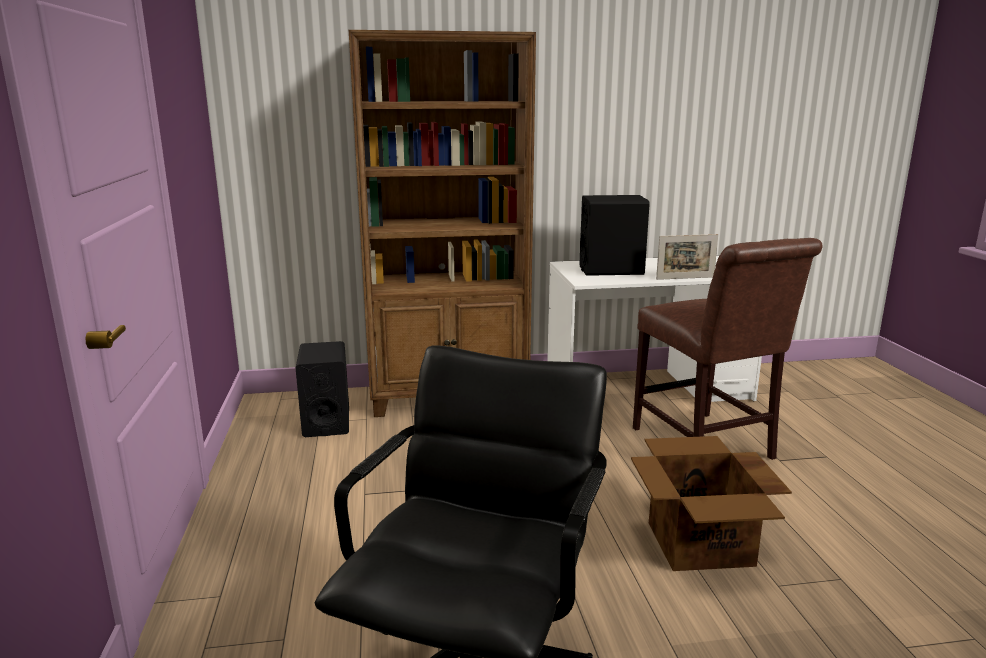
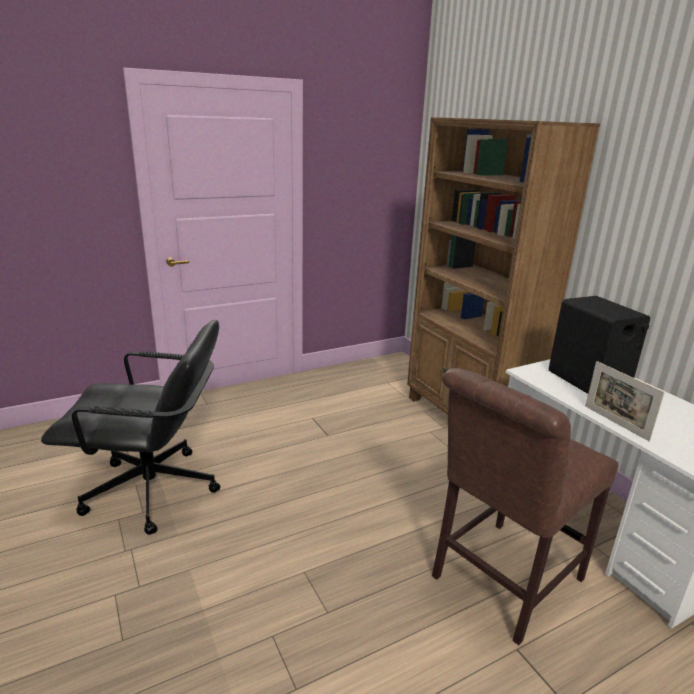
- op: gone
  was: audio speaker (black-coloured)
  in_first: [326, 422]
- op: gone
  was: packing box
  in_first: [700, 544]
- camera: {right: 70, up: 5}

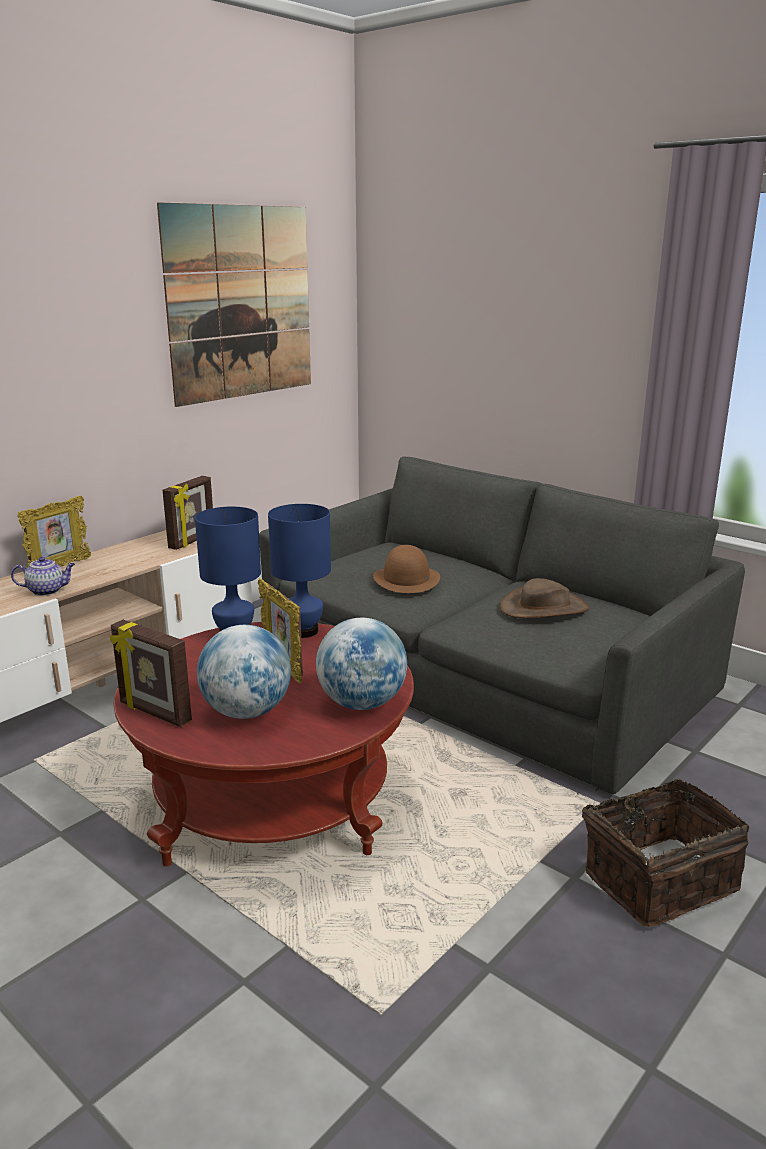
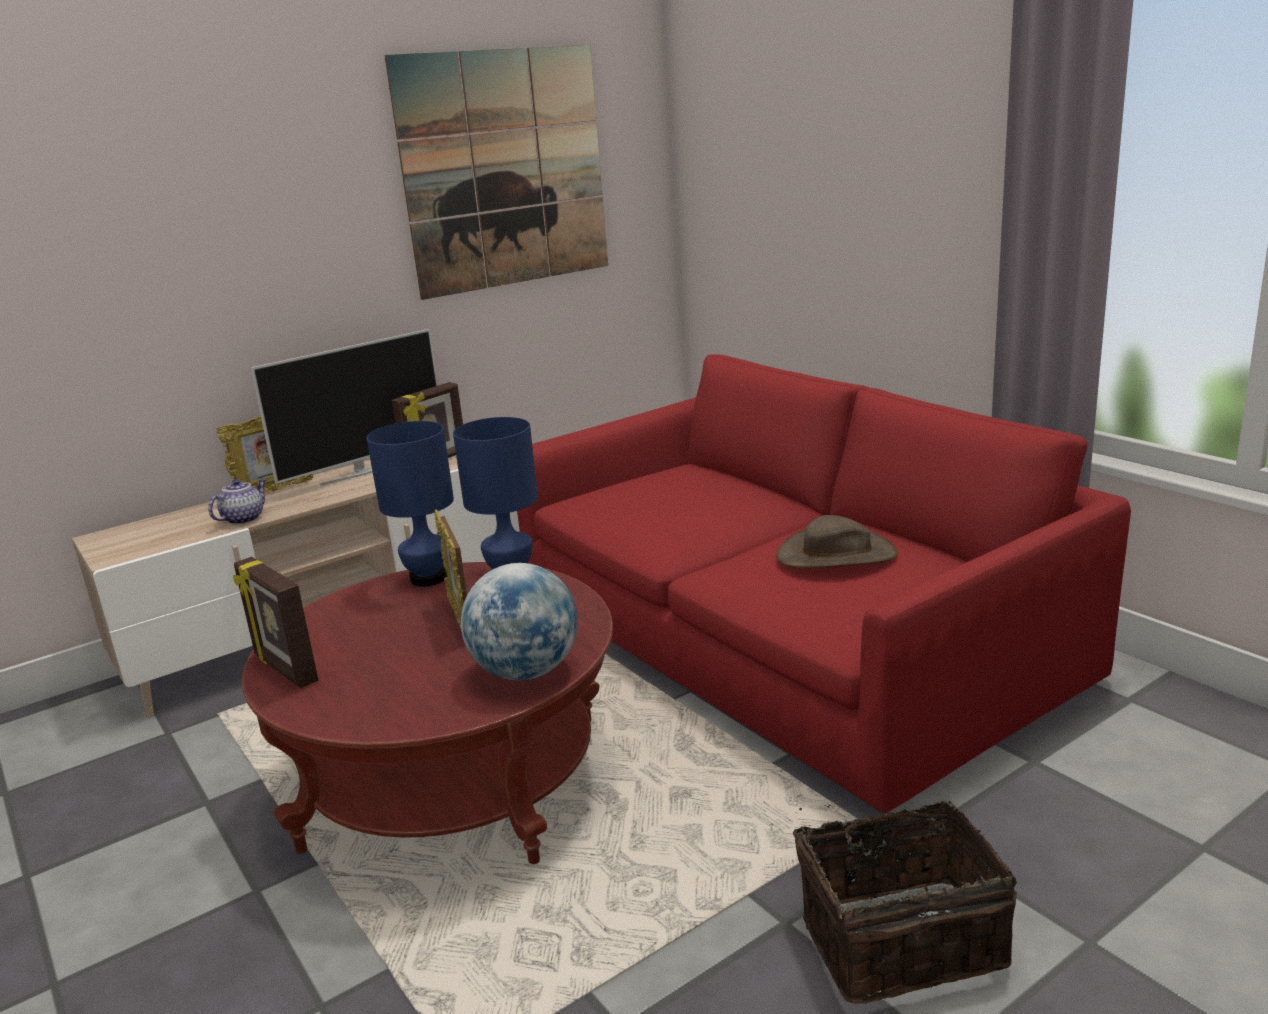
- op: rotated
  was: teapot
  in_first: [47, 590]
  in_second: [244, 518]
  clockwise: -60
- op: new
  now: television
  in_second: [363, 472]
- op: repainted
  was: settee (greyish)
  now: settee (red-coloured)
  in_first: [485, 671]
  in_second: [787, 634]
- op: gone
  was: desk globe
  in_first: [247, 712]
- op: gone
  was: clothing hat (brown-coloured)
  in_first: [406, 579]
- camera: {right: 15, up: 0}

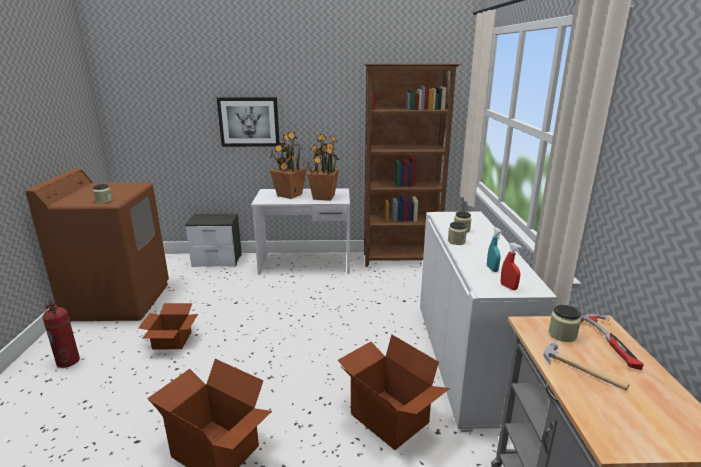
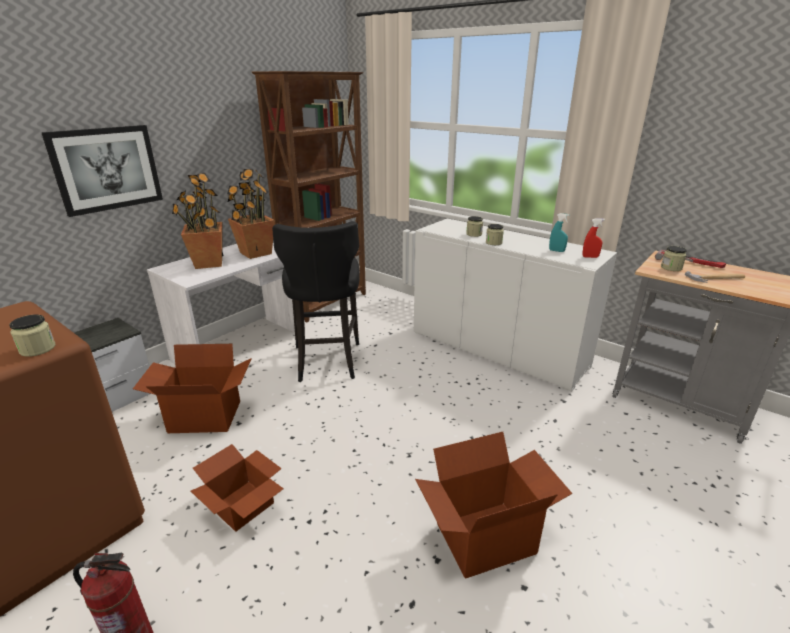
- op: shifted
  was: packing box
  in_first: [388, 419]
  in_second: [204, 417]
- op: new
  now: stool (black-coloured)
  in_second: [326, 362]
- camera: {right: -50, up: 5}

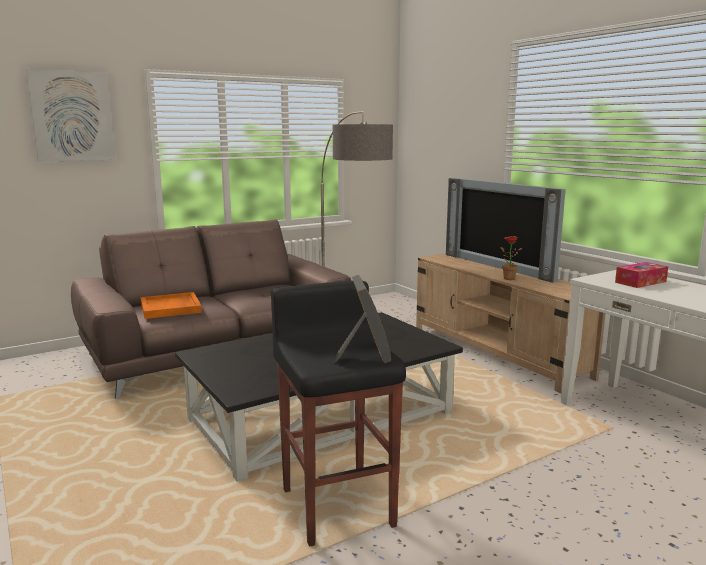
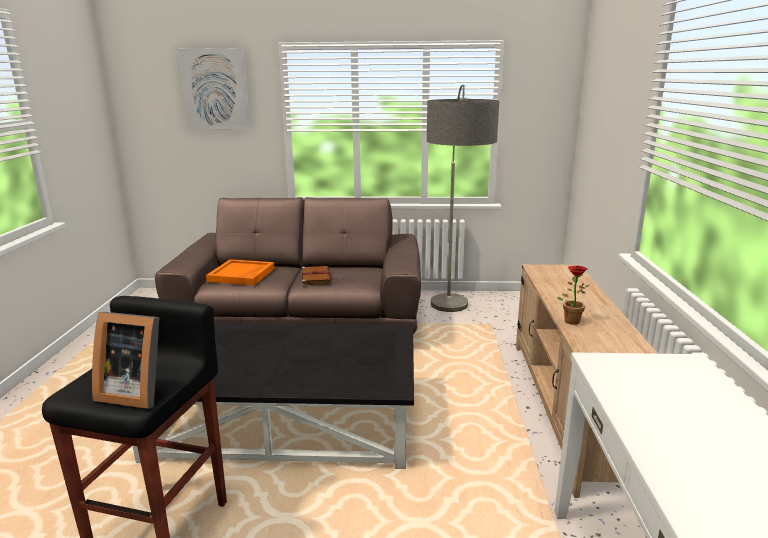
- op: rotated
  was: picture frame
  in_first: [364, 354]
  in_second: [135, 392]
  clockwise: 75
- op: new
  now: book (brown-coloured)
  in_second: [315, 277]
- op: gone
  was: television
  in_first: [500, 266]
- op: gone
  was: tissue box
  in_first: [640, 282]
- camera: {right: 35, up: 5}

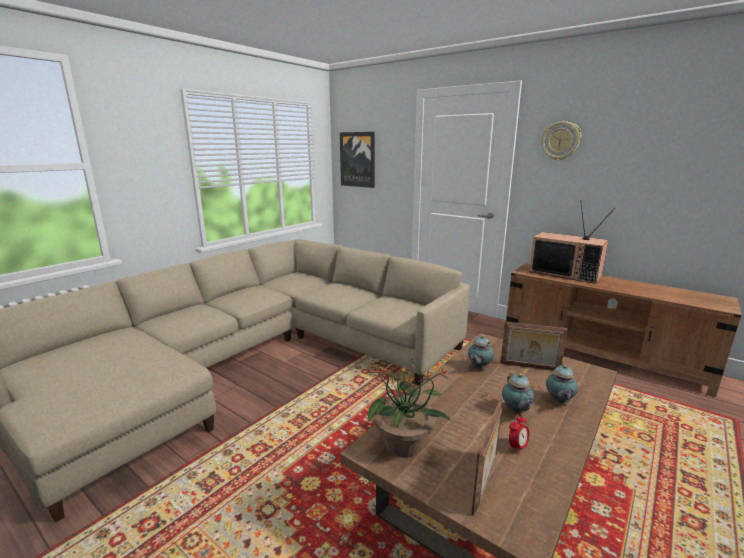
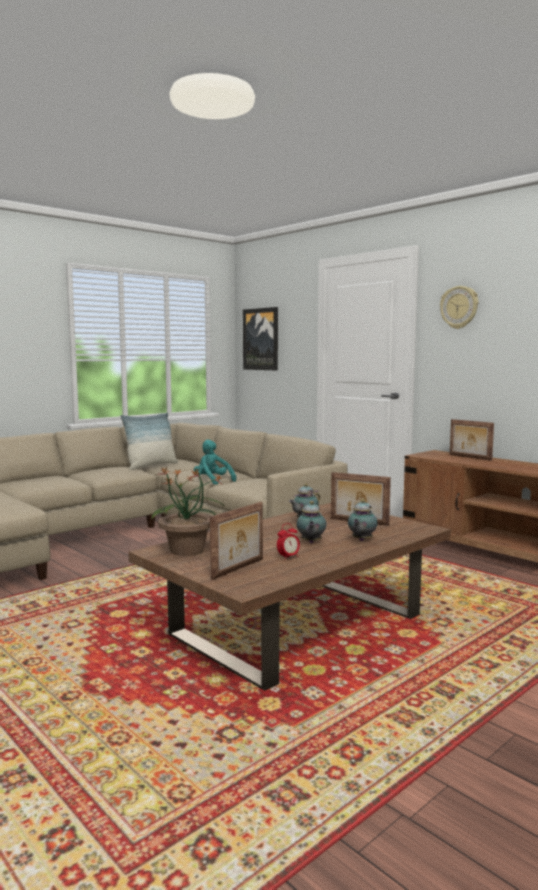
- op: new
  now: cushion
  in_second: [151, 466]
- op: new
  now: cuddly toy (turquoise)
  in_second: [212, 481]
- op: swapped
  was: television
  now: picture frame
  in_first: [566, 273]
  in_second: [469, 457]
- camera: {right: 10, up: -10}

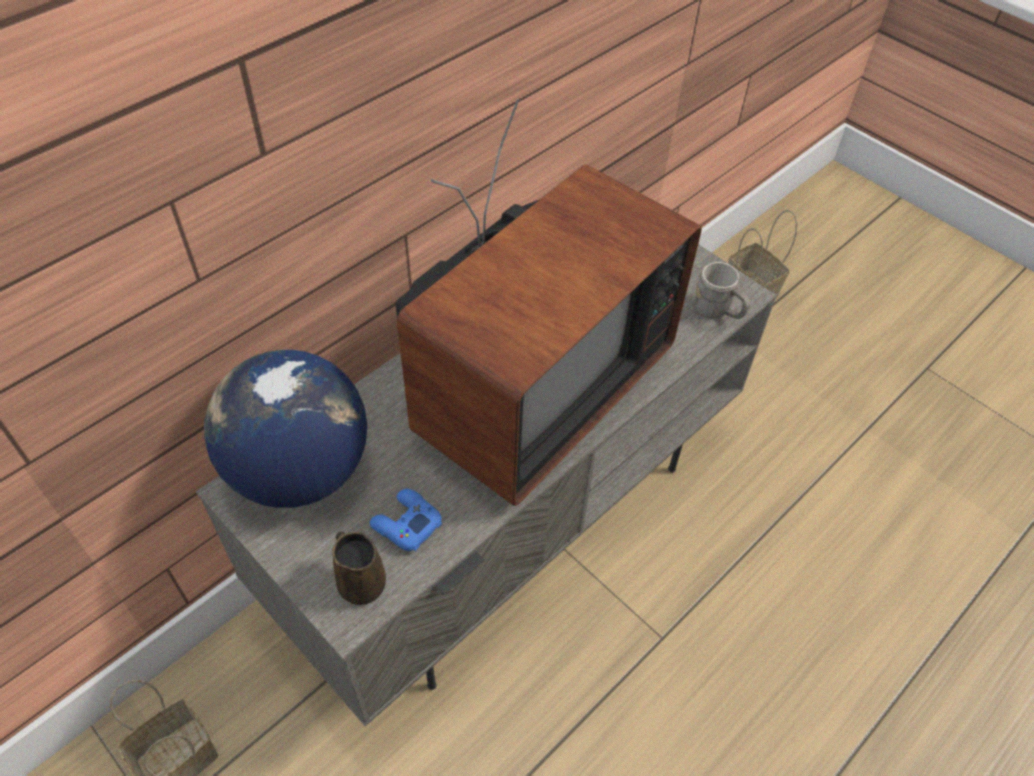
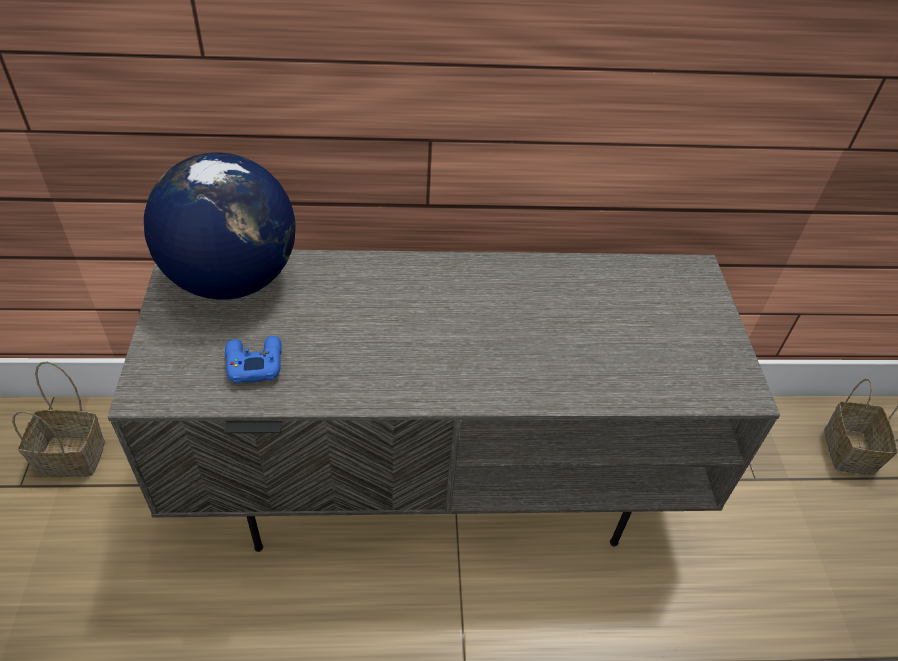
- op: gone
  was: tea mug (brown-coloured)
  in_first: [361, 583]
- op: gone
  was: television
  in_first: [528, 388]
- op: gone
  was: tea mug (greyish)
  in_first: [718, 312]
- camera: {right: 40, up: -5}

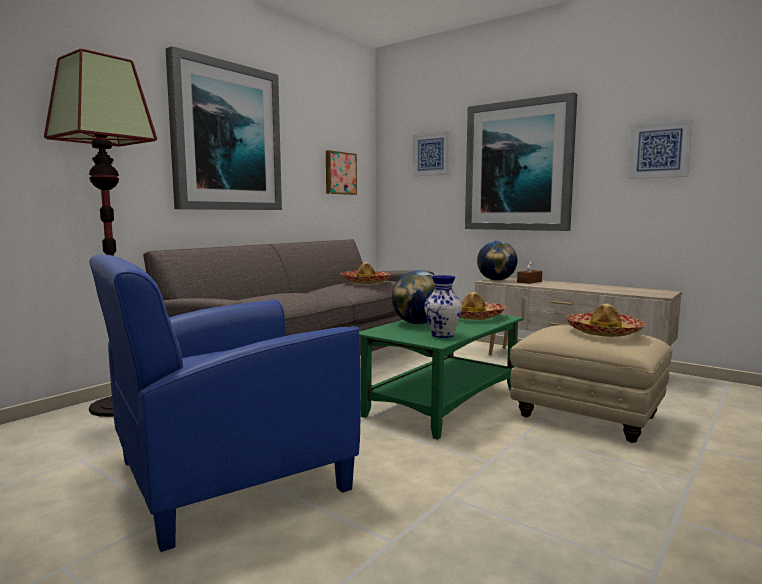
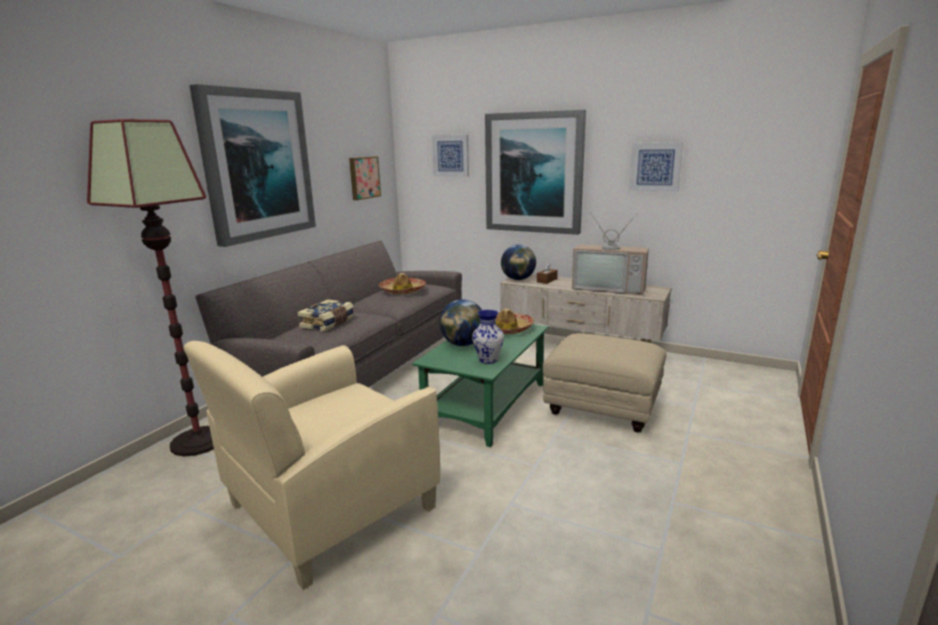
- op: repainted
  was: easy chair (blue)
  now: easy chair (beige-coloured)
  in_first: [228, 475]
  in_second: [329, 507]
- op: new
  now: book
  in_second: [328, 323]
- op: new
  now: television
  in_second: [609, 288]
- op: gone
  was: clothing hat
  in_first: [604, 332]
- camera: {right: -10, up: 10}

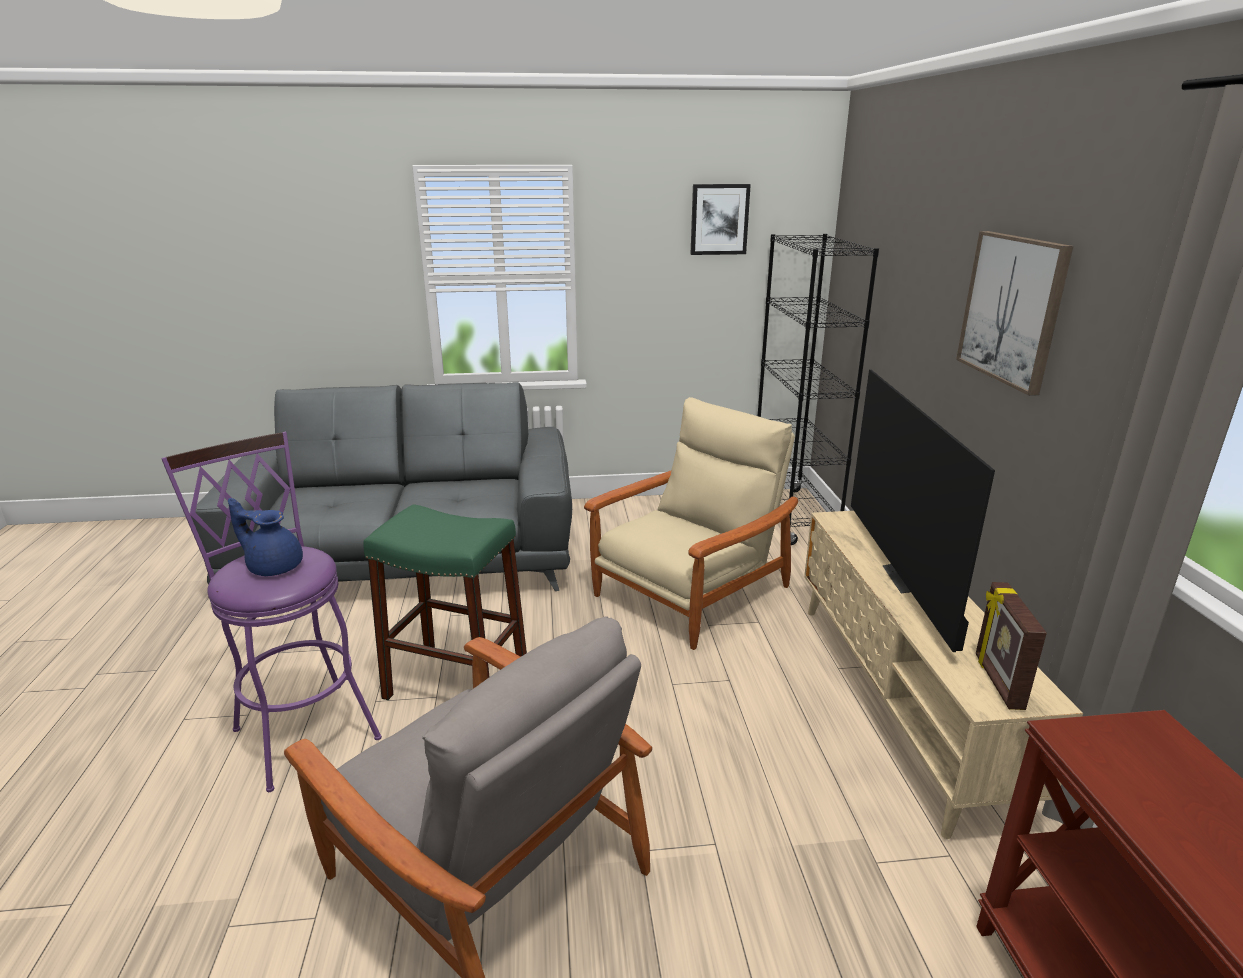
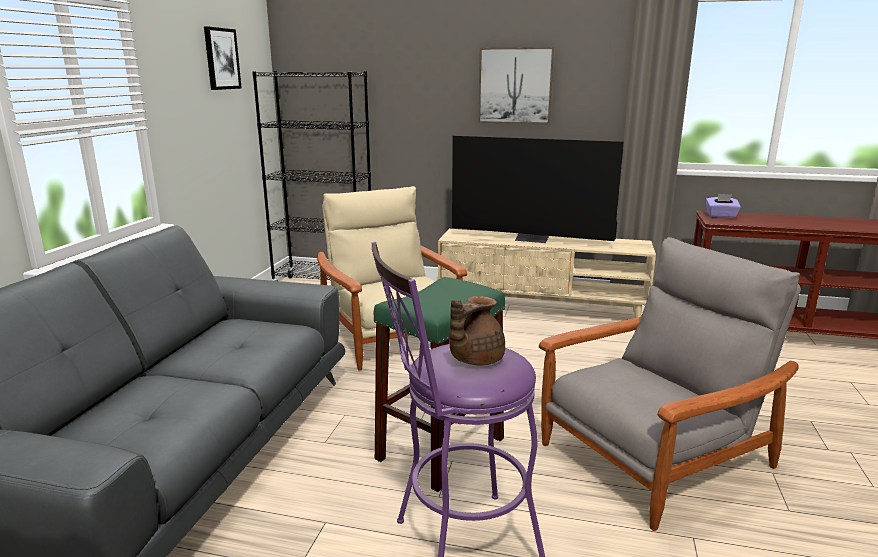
- op: repainted
  was: teapot (blue)
  now: teapot (brown-coloured)
  in_first: [274, 566]
  in_second: [474, 359]
- op: new
  now: tissue box (purple)
  in_second: [721, 216]
- op: gone
  was: picture frame
  in_first: [997, 681]
- camera: {right: -70, up: -5}

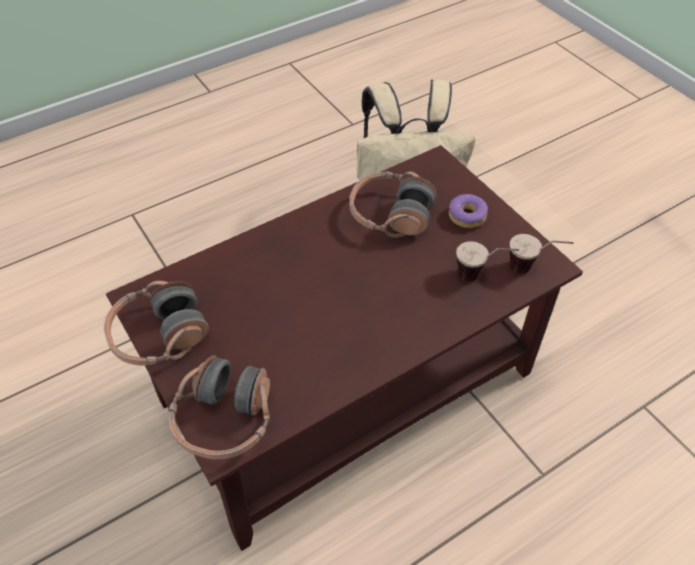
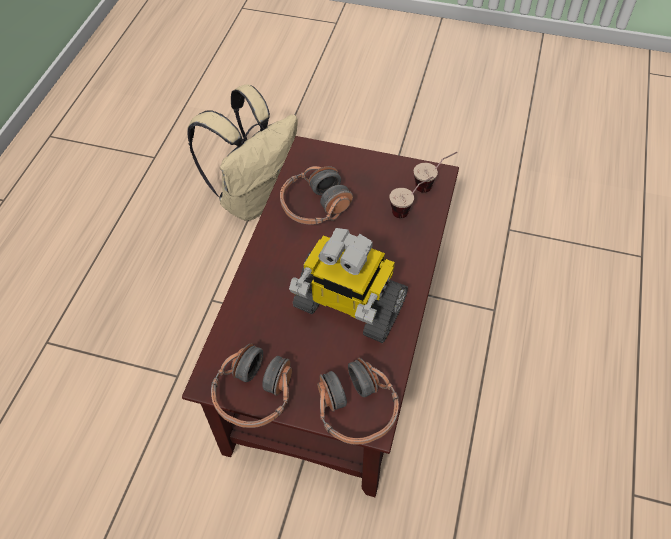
- op: new
  now: model robot
  in_second: [348, 305]
- op: gone
  was: donut
  in_first: [467, 216]
- camera: {right: -40, up: 5}

